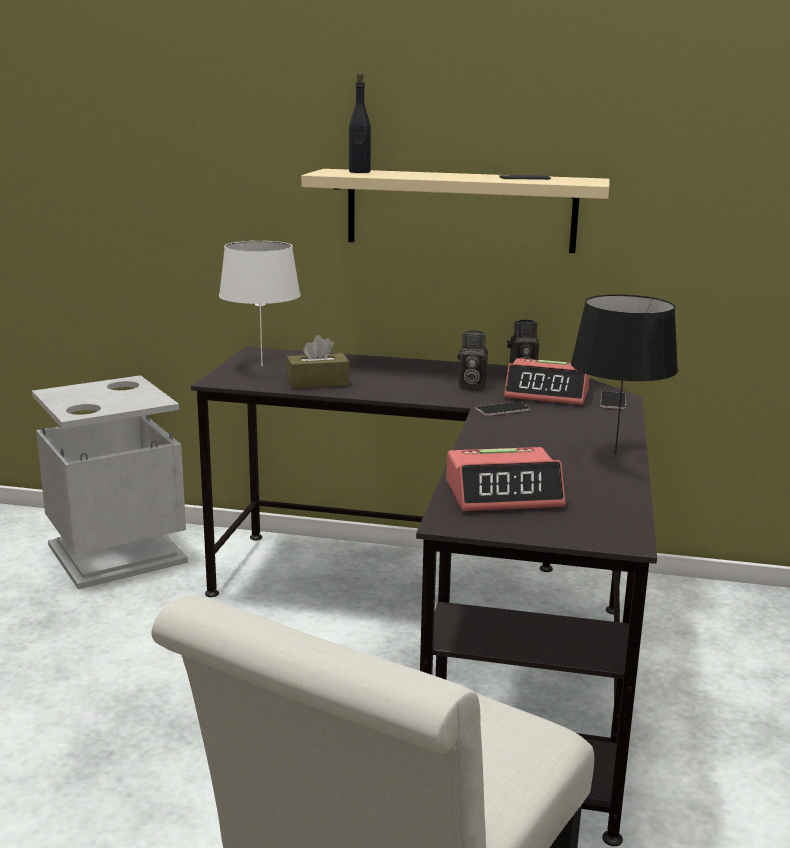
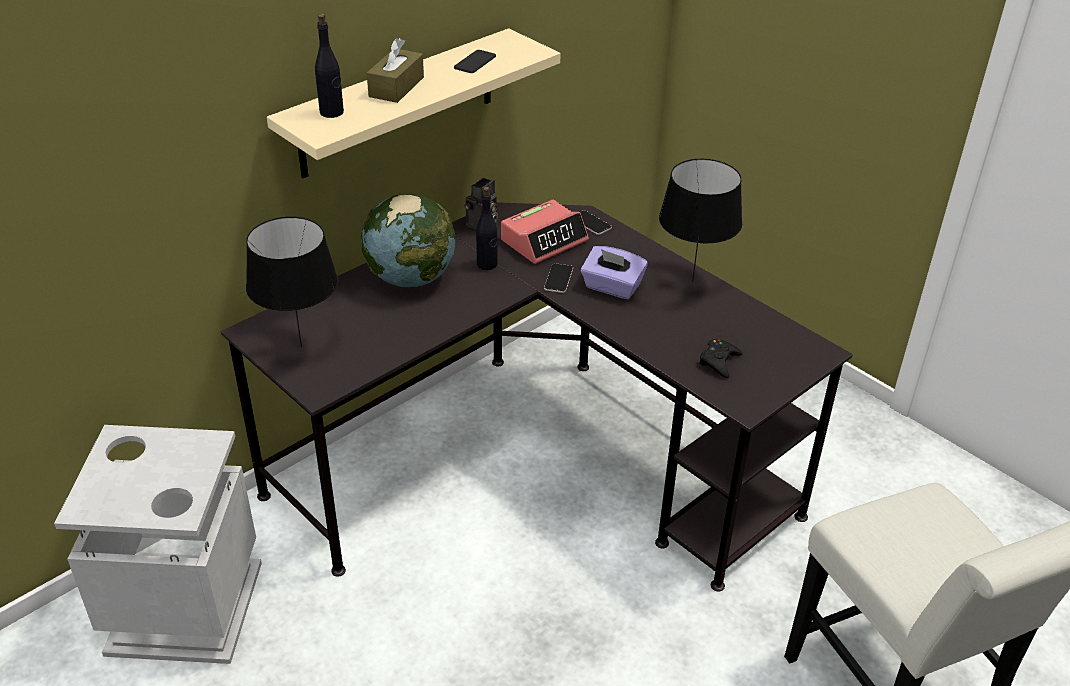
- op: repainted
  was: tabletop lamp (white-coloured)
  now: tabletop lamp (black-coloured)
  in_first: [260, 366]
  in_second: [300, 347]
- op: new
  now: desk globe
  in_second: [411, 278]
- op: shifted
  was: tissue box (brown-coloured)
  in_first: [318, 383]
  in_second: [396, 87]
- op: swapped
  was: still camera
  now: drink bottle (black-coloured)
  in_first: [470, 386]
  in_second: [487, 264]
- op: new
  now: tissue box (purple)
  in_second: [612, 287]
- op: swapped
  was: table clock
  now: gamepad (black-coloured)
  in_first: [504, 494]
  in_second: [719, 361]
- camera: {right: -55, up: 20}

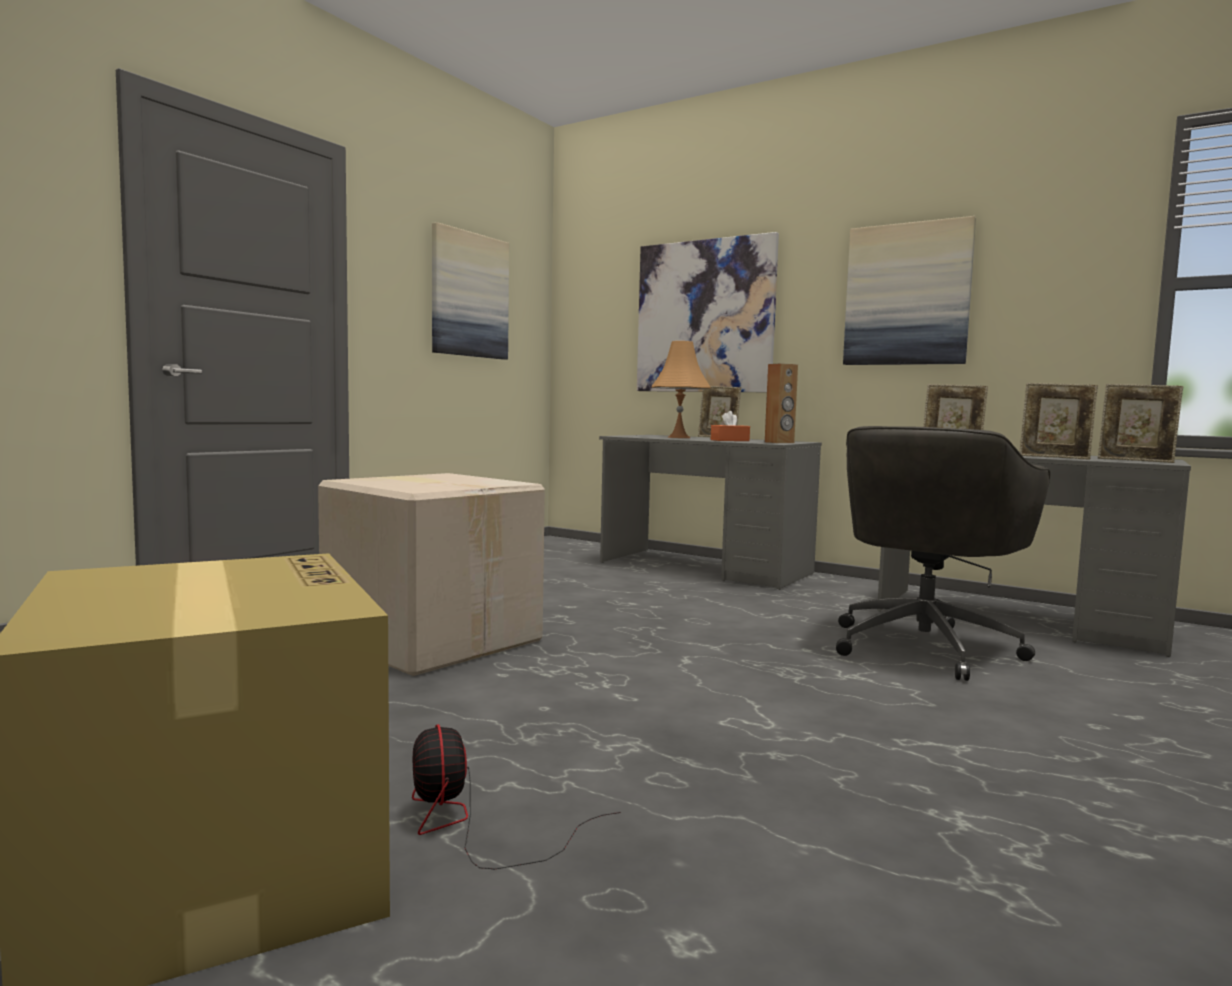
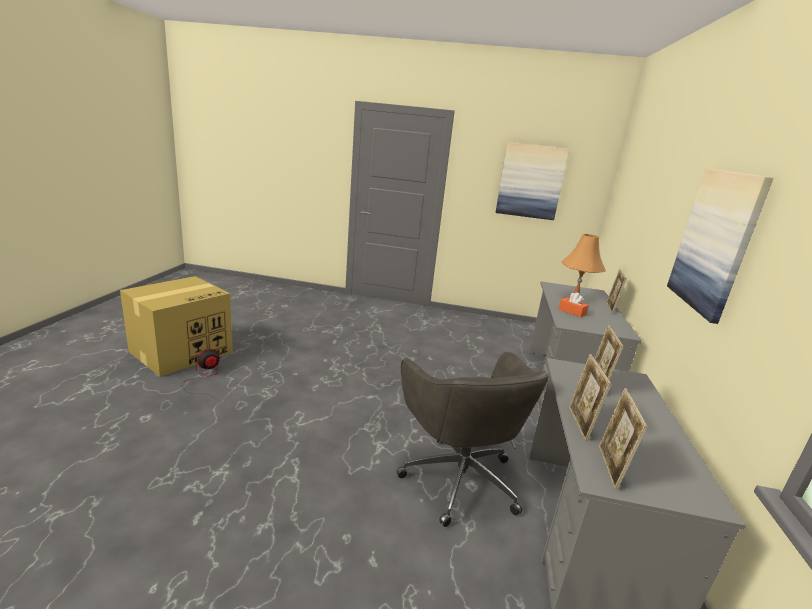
- op: rotated
  was: desk chair (greyish)
  in_first: [925, 646]
  in_second: [458, 476]
  clockwise: -120
- op: gone
  was: packing box
  in_first: [433, 639]
- op: gone
  was: picture
  in_first: [705, 317]
- op: gone
  was: audio speaker (brown-coloured)
  in_first: [779, 442]
- camera: {right: 65, up: 15}

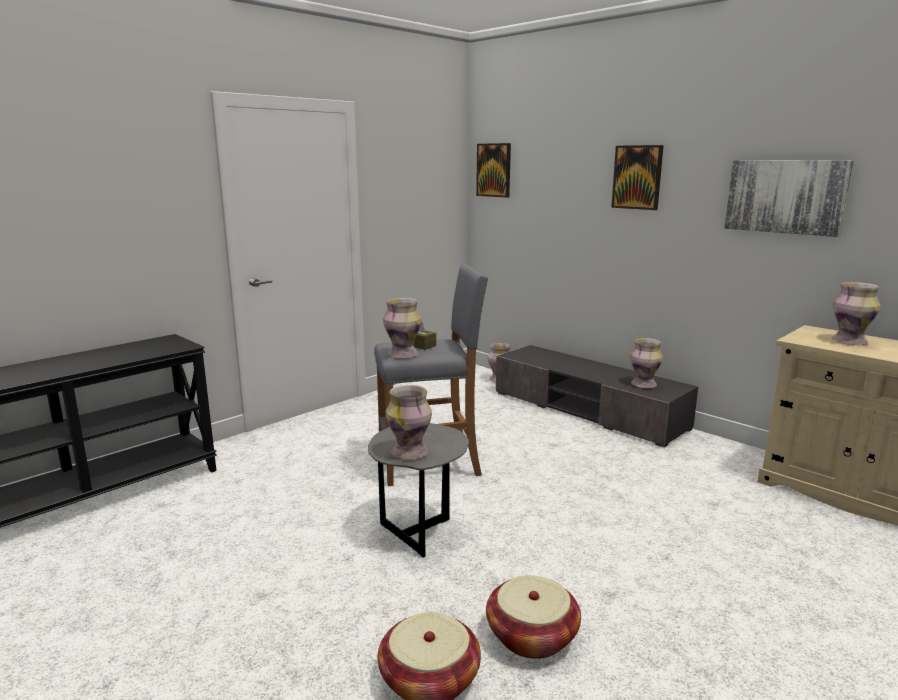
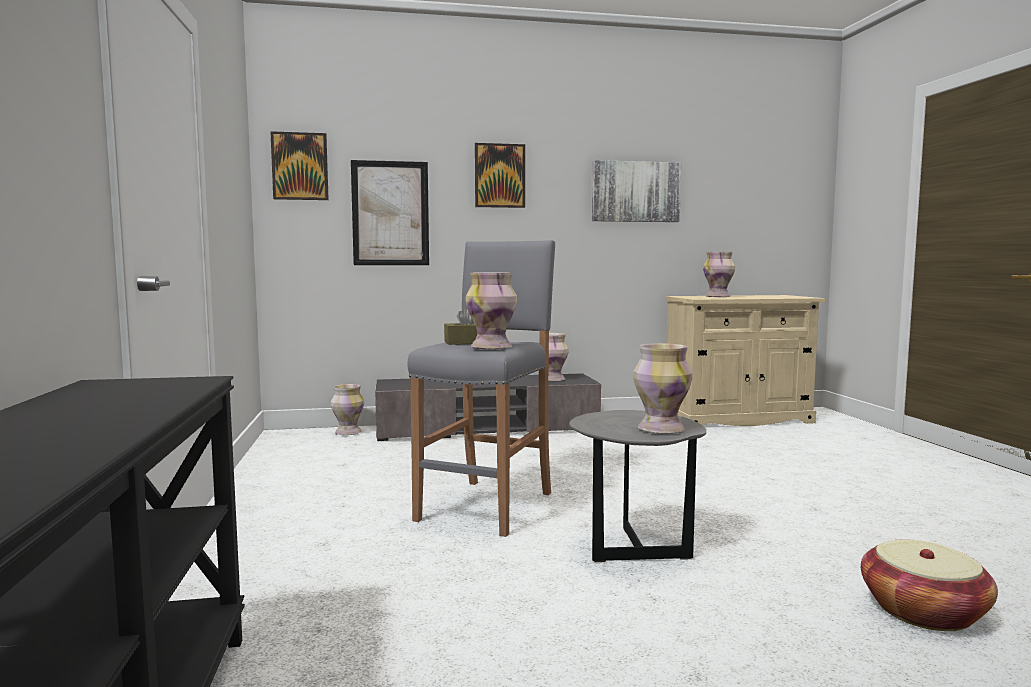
- op: new
  now: picture
  in_second: [390, 213]
- op: gone
  was: storage basket
  in_first: [531, 636]
- camera: {right: -55, up: -10}

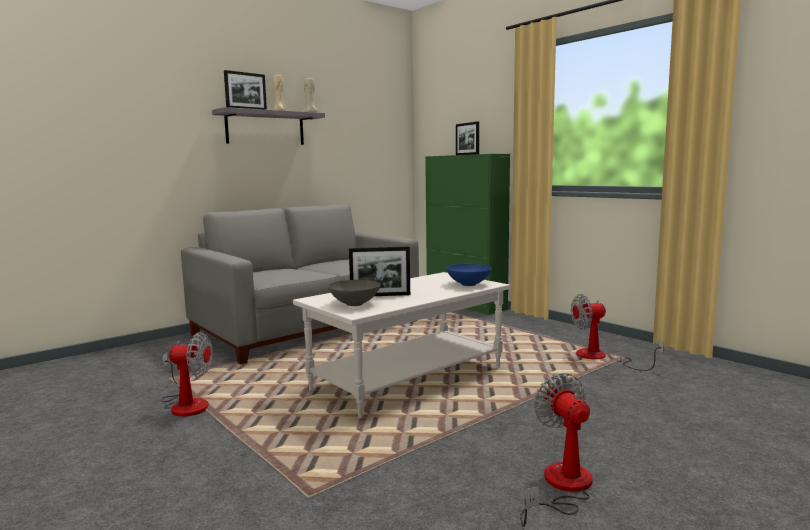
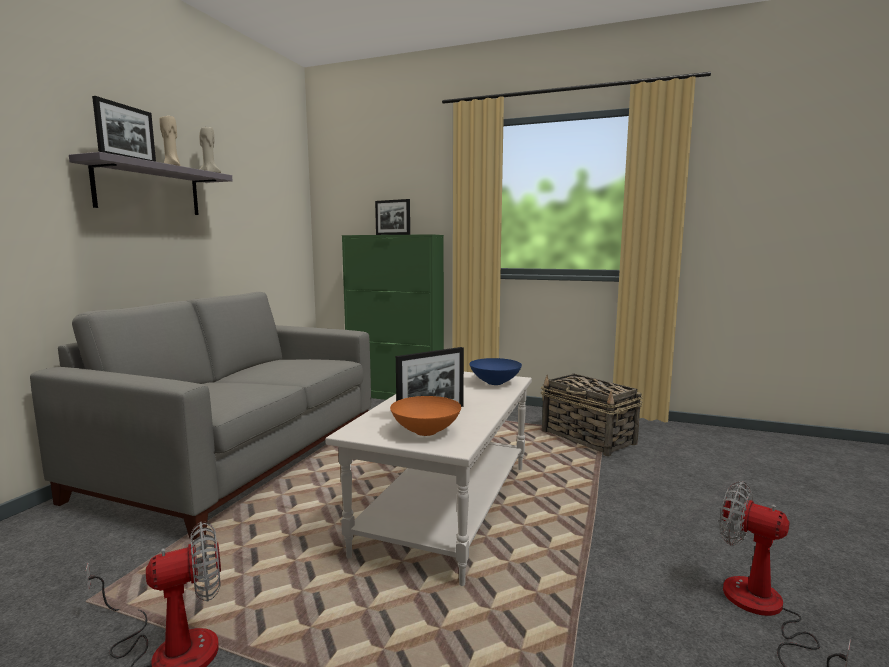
- op: repainted
  was: bowl (greyish)
  now: bowl (orange-coloured)
  in_first: [355, 304]
  in_second: [426, 432]
- op: swapped
  was: cooling fan
  now: storage basket
  in_first: [601, 358]
  in_second: [588, 438]
- camera: {right: -30, up: 0}

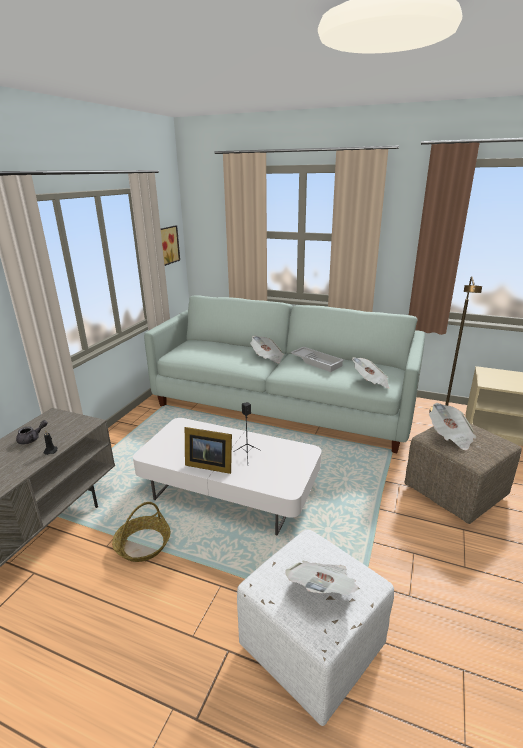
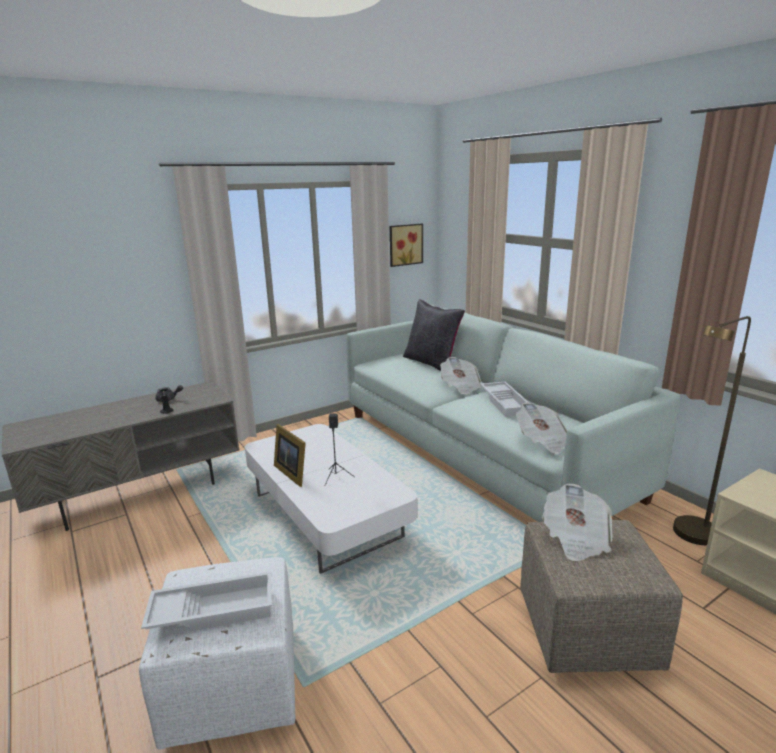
- op: swapped
  was: newspaper
  now: carrying tray (white-coloured)
  in_first: [323, 590]
  in_second: [213, 609]
- op: new
  now: cushion (black-coloured)
  in_second: [431, 363]
- op: gone
  was: storage basket
  in_first: [143, 544]
- camera: {right: 35, up: -5}

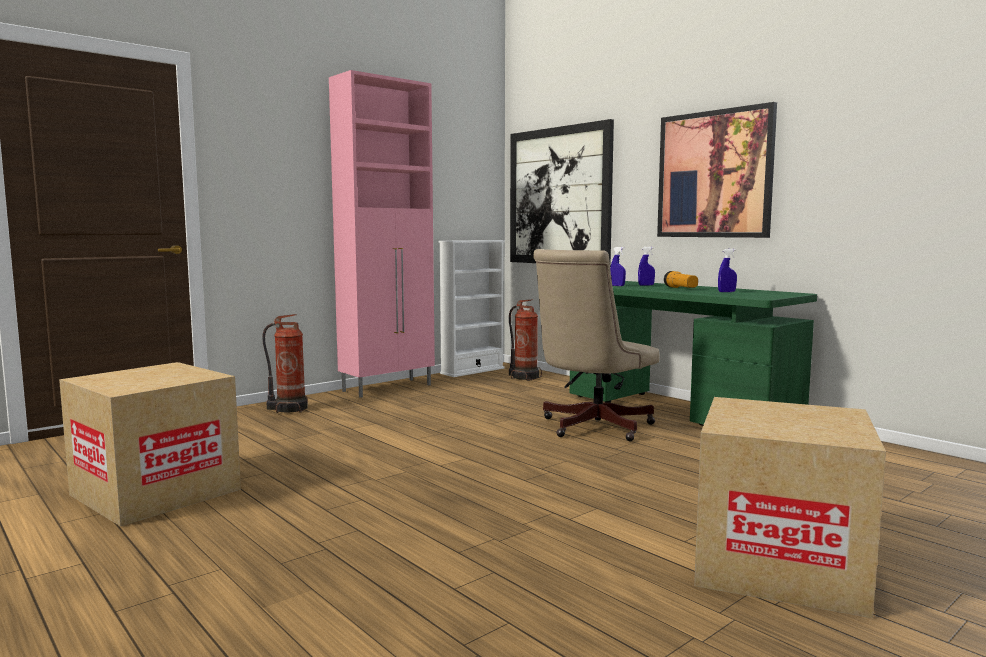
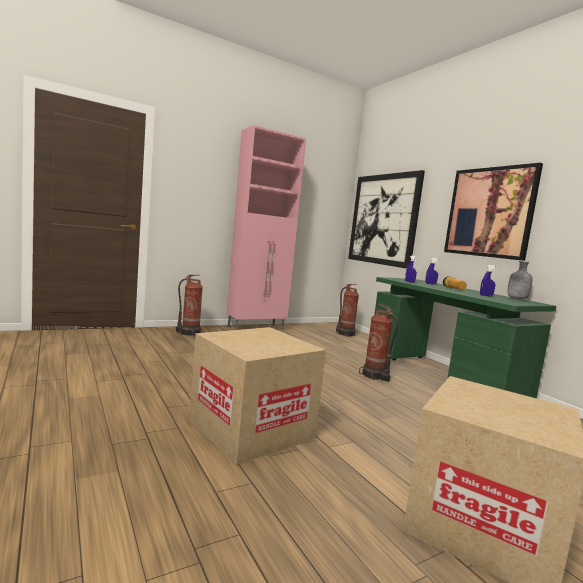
- op: shifted
  was: packing box
  in_first: [156, 492]
  in_second: [251, 429]
- op: swapped
  was: desk chair (beige-coloured)
  now: extinguisher
  in_first: [591, 427]
  in_second: [374, 376]
- op: new
  now: drink bottle (greyish)
  in_second: [516, 299]
- op: gone
  was: bookshelf (white-coloured)
  in_first: [472, 371]
- camera: {right: 10, up: 0}

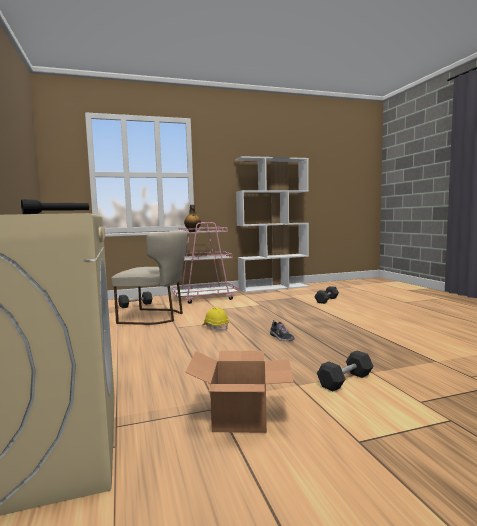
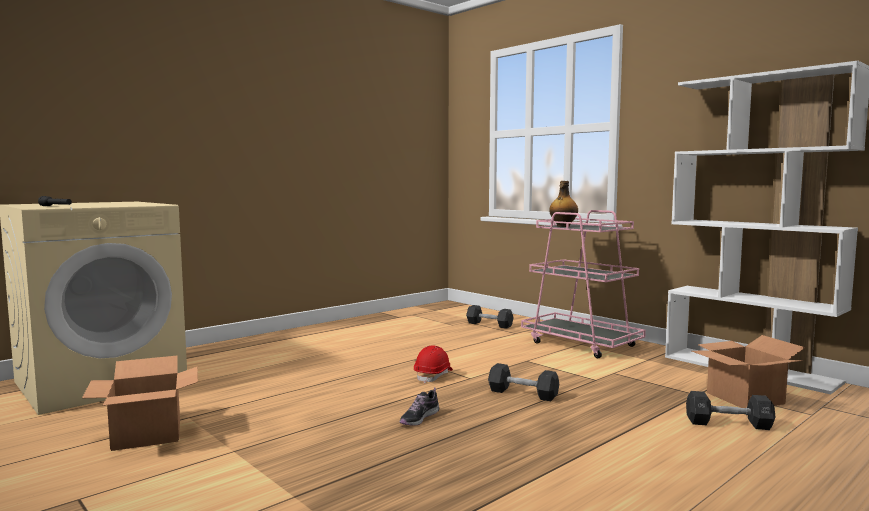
- op: repainted
  was: safety helmet (yellow)
  now: safety helmet (red-coloured)
  in_first: [215, 327]
  in_second: [433, 376]
- op: shifted
  was: dumbbell (black-coloured)
  in_first: [345, 380]
  in_second: [523, 394]
- op: new
  now: packing box
  in_second: [746, 398]
- op: gone
  was: upright chair (beige-coloured)
  in_first: [156, 317]
- camera: {right: 65, up: 0}

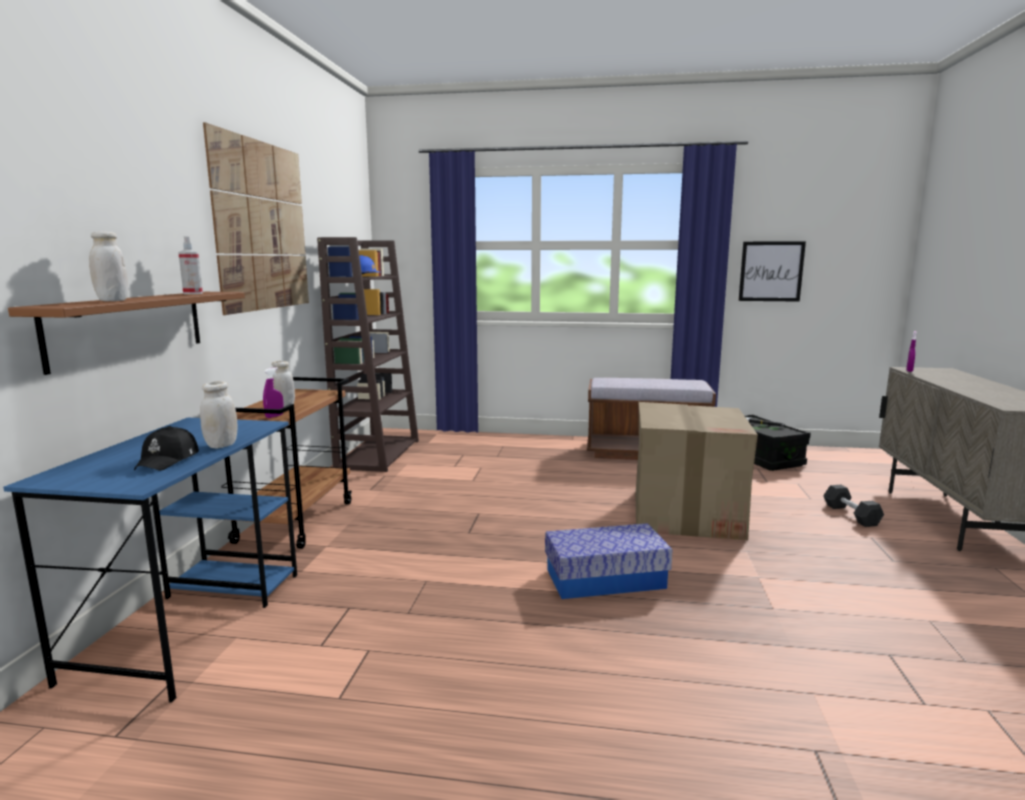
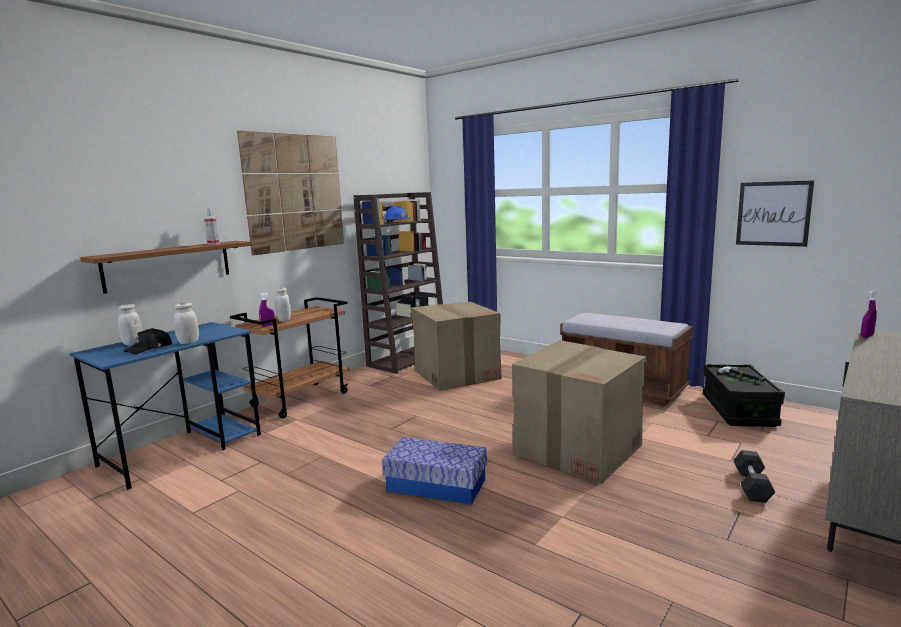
- op: shifted
  was: storage jar (white-coloured)
  in_first: [112, 300]
  in_second: [132, 343]
- op: new
  now: packing box
  in_second: [456, 374]
- camera: {right: 30, up: 0}

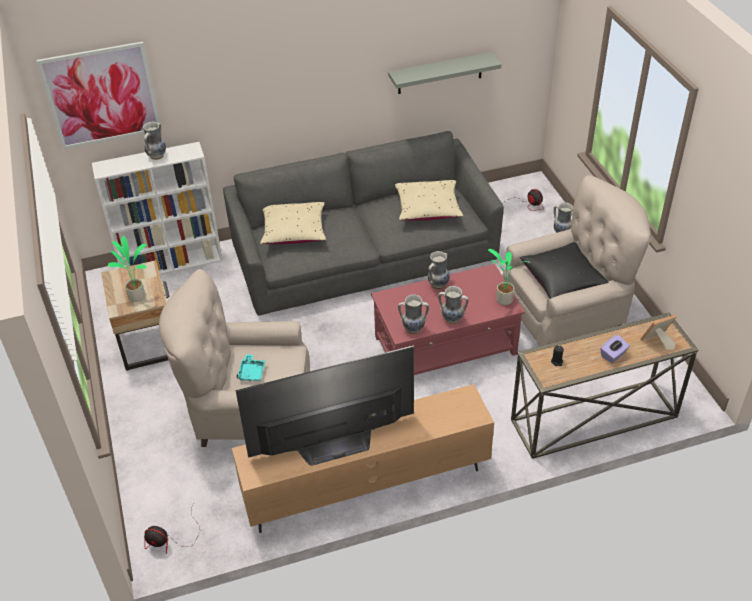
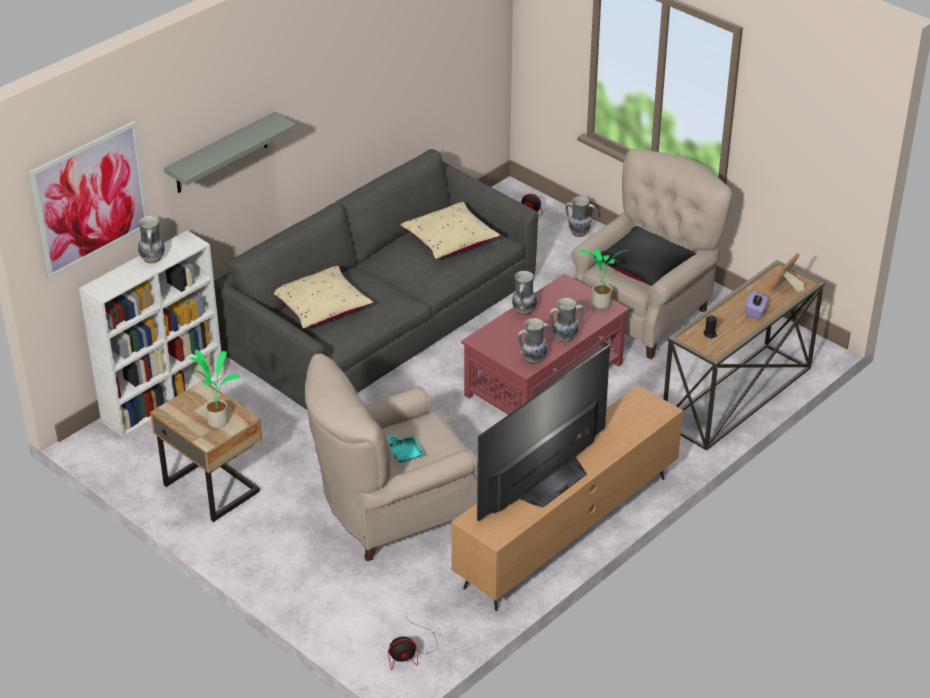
- op: shifted
  was: bracket shelf (greyish)
  in_first: [440, 73]
  in_second: [221, 154]
- camera: {right: -30, up: -5}

